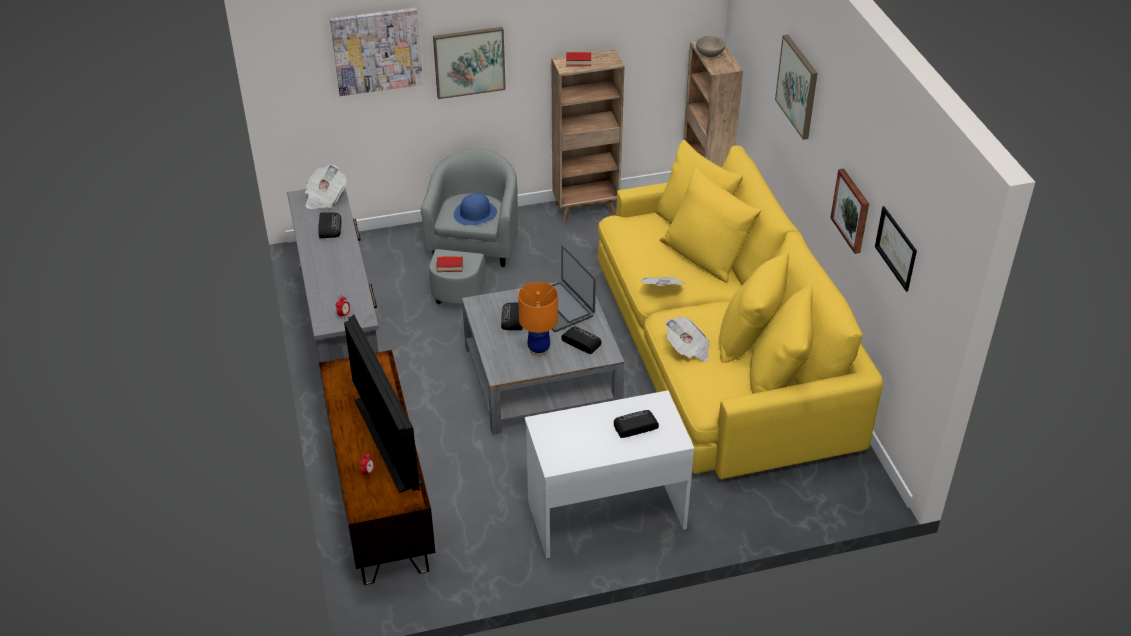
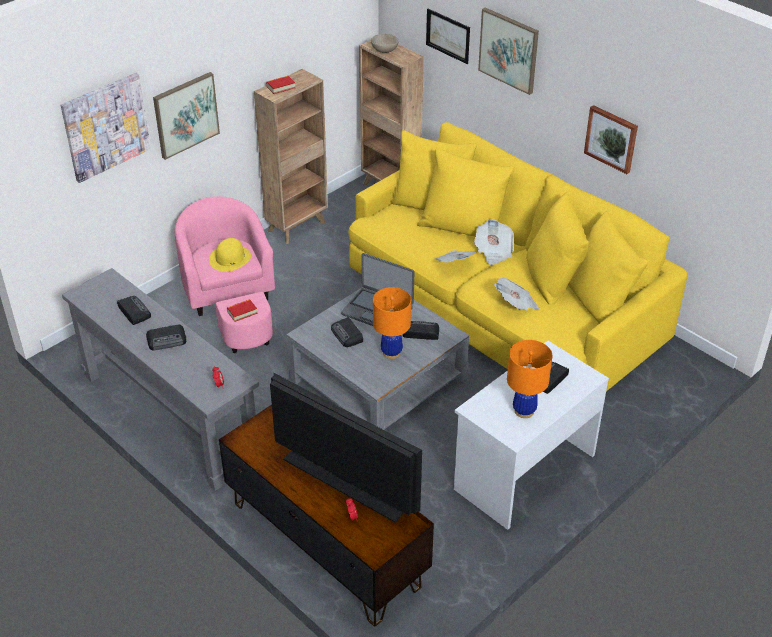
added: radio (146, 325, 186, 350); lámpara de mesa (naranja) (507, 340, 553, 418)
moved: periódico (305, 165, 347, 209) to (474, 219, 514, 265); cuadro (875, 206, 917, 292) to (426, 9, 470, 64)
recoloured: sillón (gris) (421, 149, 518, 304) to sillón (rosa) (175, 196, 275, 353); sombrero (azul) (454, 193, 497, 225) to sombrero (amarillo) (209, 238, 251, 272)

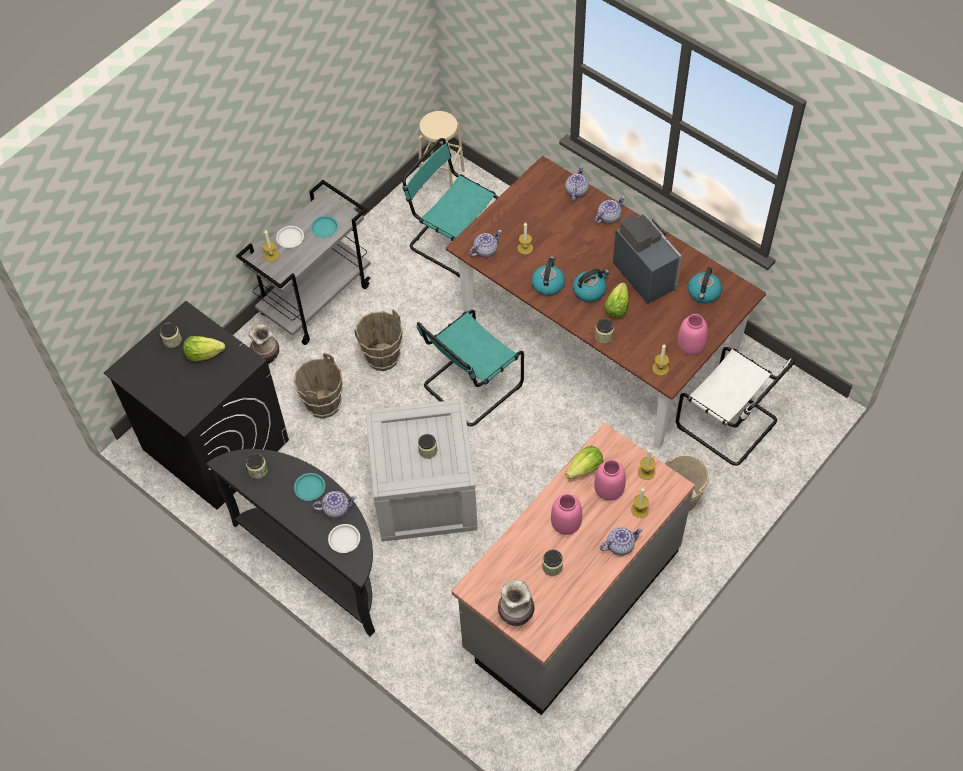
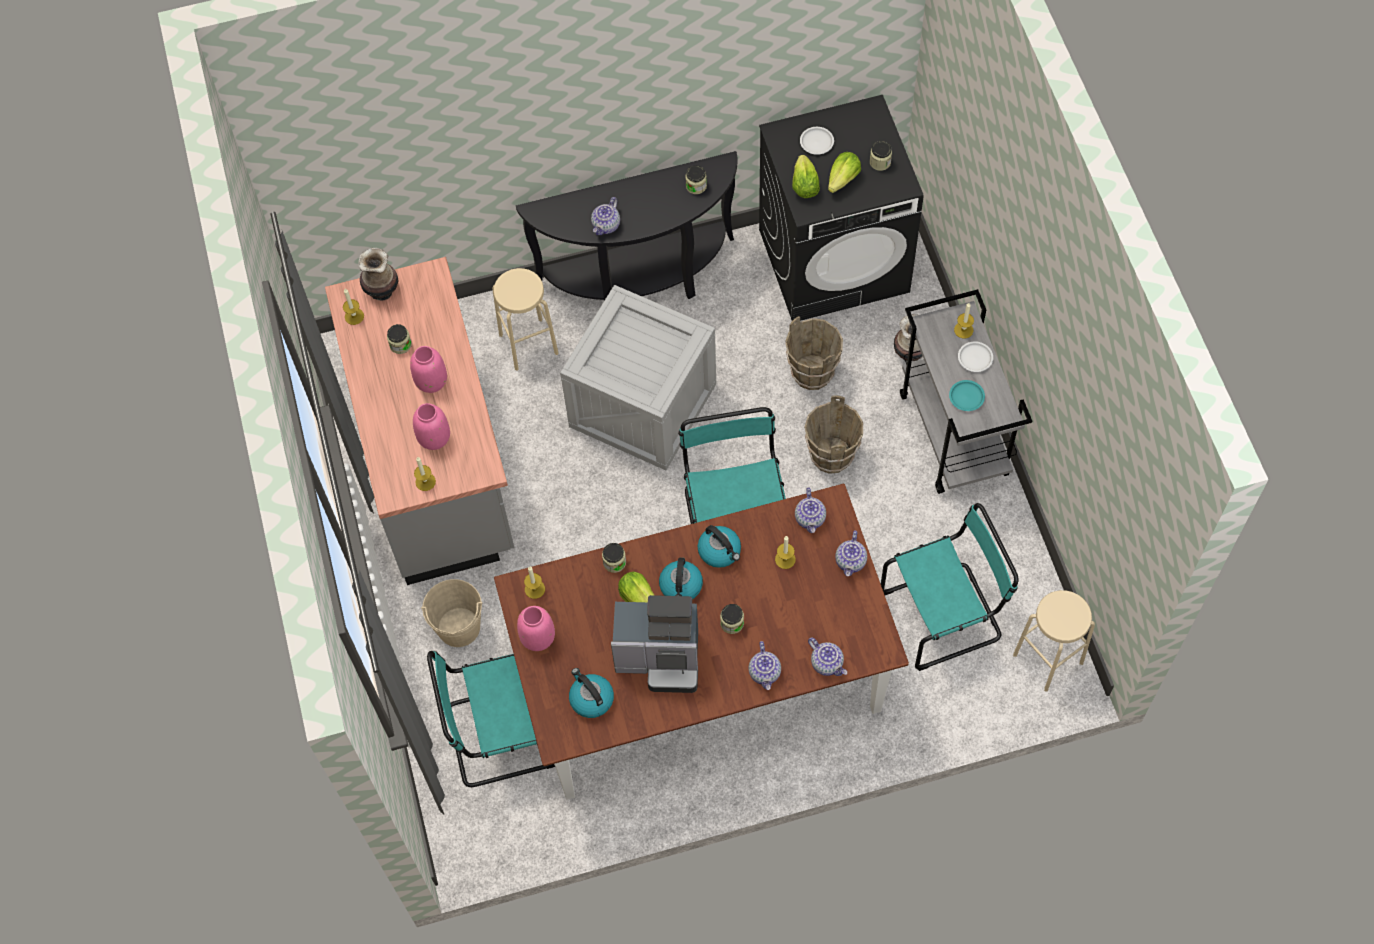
removed: plato (turquesa) (294, 473, 325, 501)
added: taburete (beis) (492, 268, 558, 371)
moved: plato (blanco) (328, 524, 360, 553) to (800, 127, 834, 155); tarro (418, 434, 437, 459) to (720, 604, 744, 634); lechuga (566, 446, 603, 479) to (792, 155, 820, 198); tetera (600, 527, 643, 556) to (835, 531, 867, 576); vela (631, 488, 649, 518) to (343, 289, 364, 325)
recoloured: silla (blanco) (676, 347, 796, 466) to silla (turquesa) (427, 651, 555, 787)

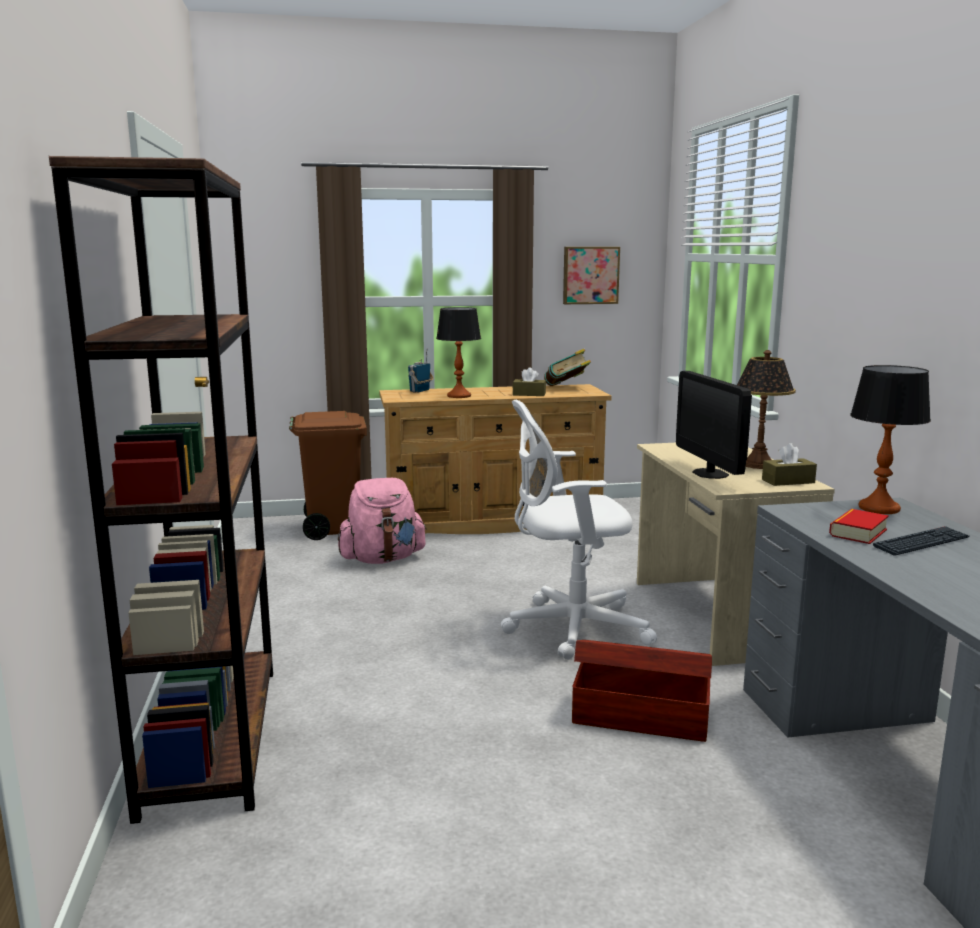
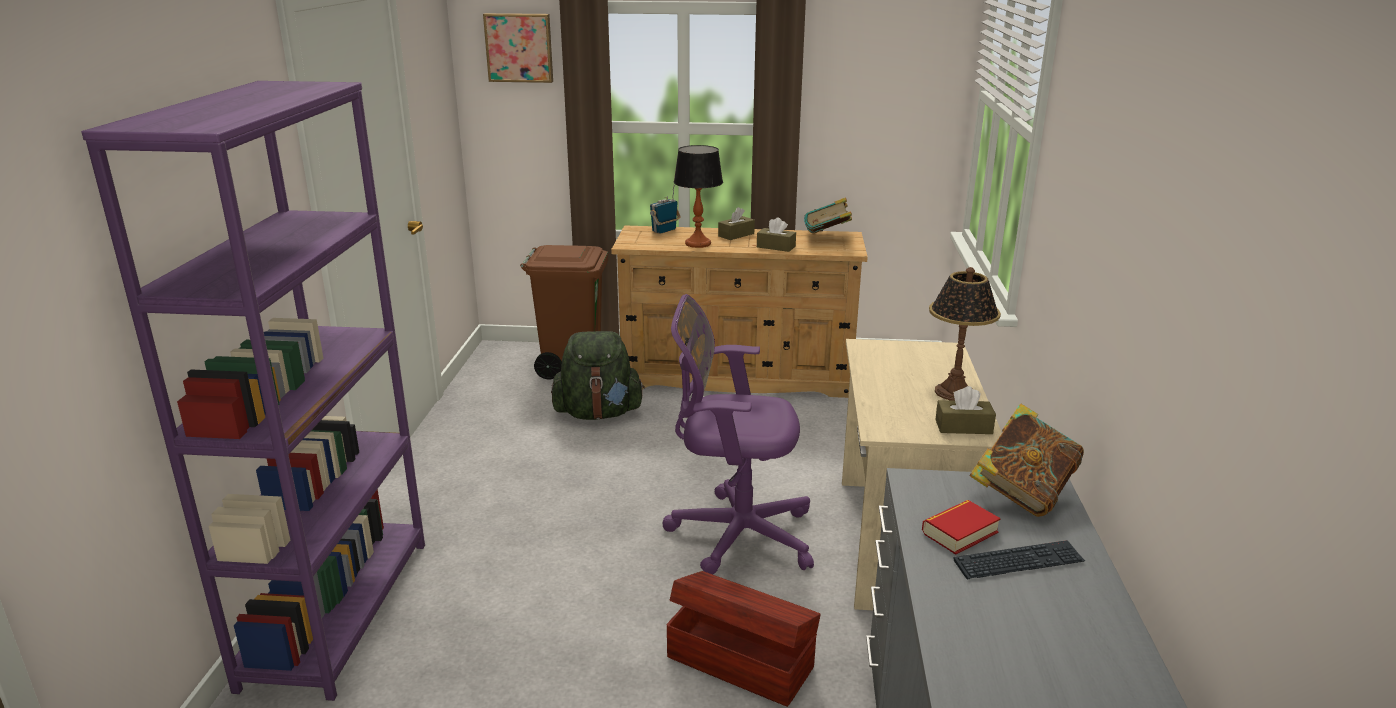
removed: monitor (676, 371, 752, 479)
added: caja de pañuelos (marrón) (718, 207, 755, 240)
moved: cuadro (563, 247, 620, 304) to (483, 13, 553, 83)
replaced: lámpara de mesa (850, 365, 931, 514) to libro (969, 403, 1084, 517)
recoloured: estantería (marrón) (49, 156, 273, 824) to estantería (morado) (81, 81, 425, 701); mochila (rosa) (338, 478, 427, 564) to mochila (verde) (551, 331, 645, 420); silla de oficina (blanco) (501, 400, 657, 660) to silla de oficina (morado) (662, 294, 814, 575)

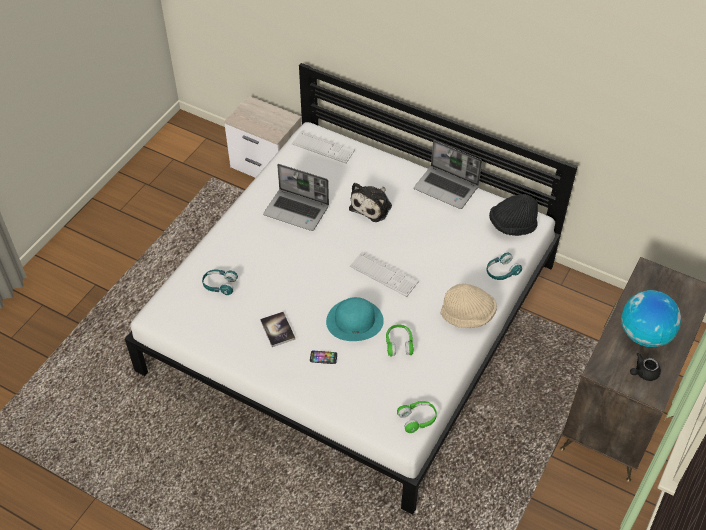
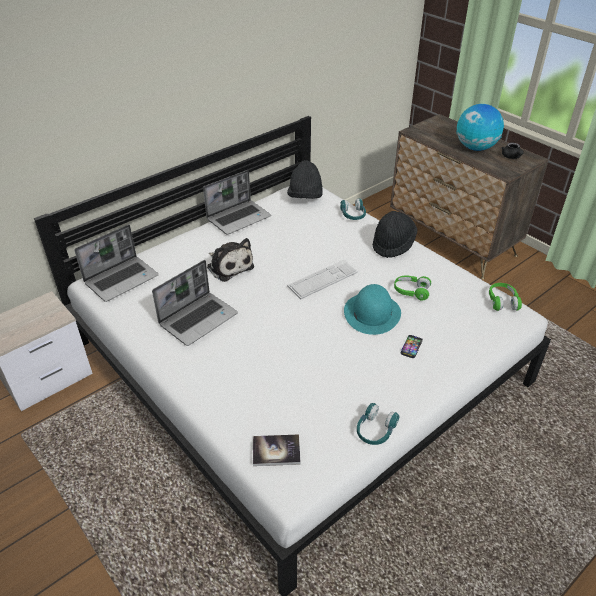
moved: auriculares (turquesa) (202, 270, 238, 295) to (357, 403, 400, 445); libro (260, 312, 295, 347) to (253, 434, 301, 466)
replaced: teclado (292, 131, 355, 163) to portátil (74, 224, 159, 302)
recoloured: sombrero (beis) (441, 284, 497, 328) to sombrero (negro) (373, 211, 417, 258)

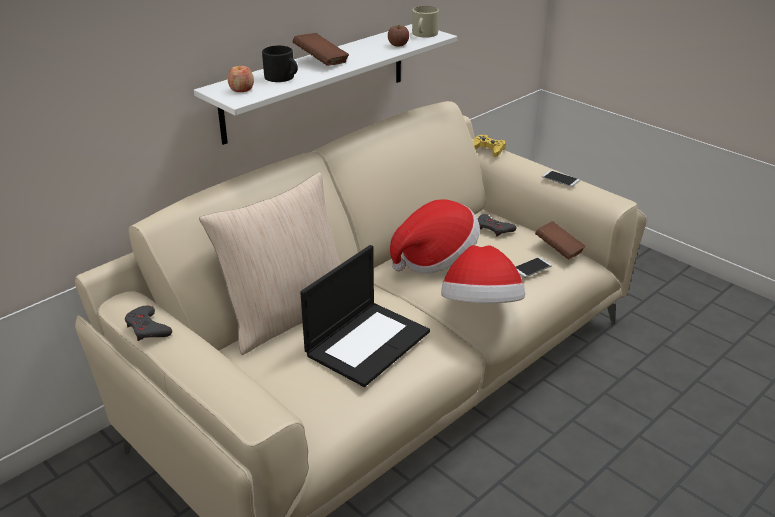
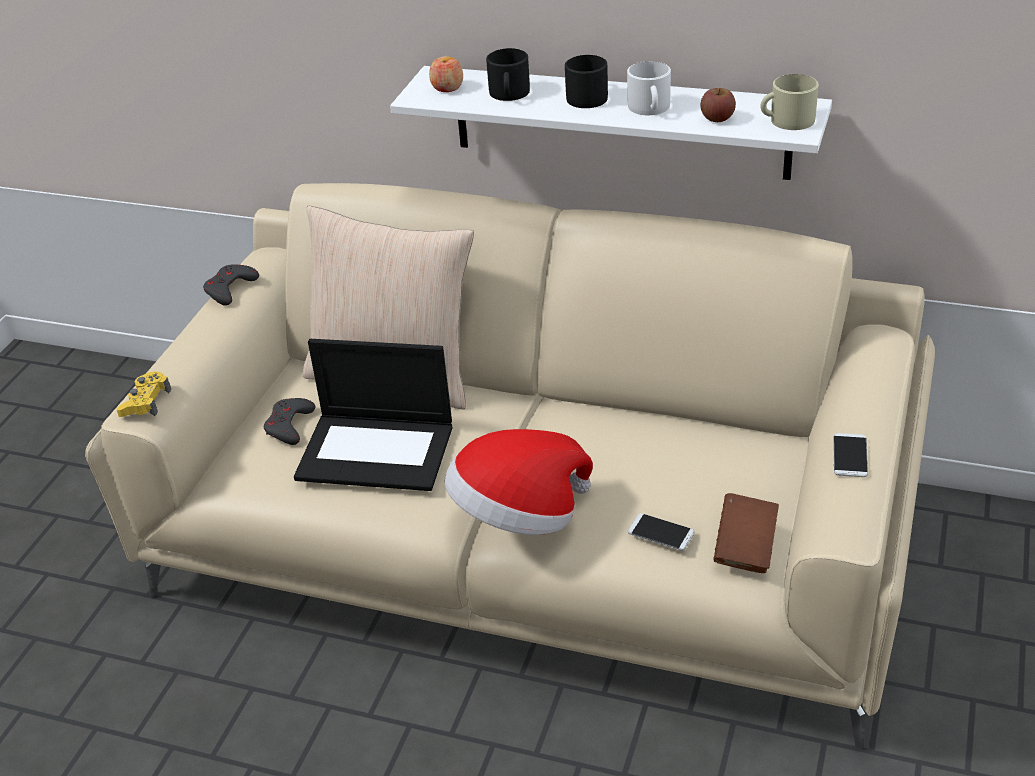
removed: sombrero (390, 199, 480, 274)
added: taza grande (blanco) (627, 61, 671, 115)
moved: mando de consola (amarillo) (473, 135, 506, 157) to (116, 372, 171, 417); mando de consola (gris) (477, 214, 516, 237) to (264, 398, 315, 445)
replaced: libro (marrón) (293, 33, 349, 66) to taza grande (negro) (565, 55, 608, 108)

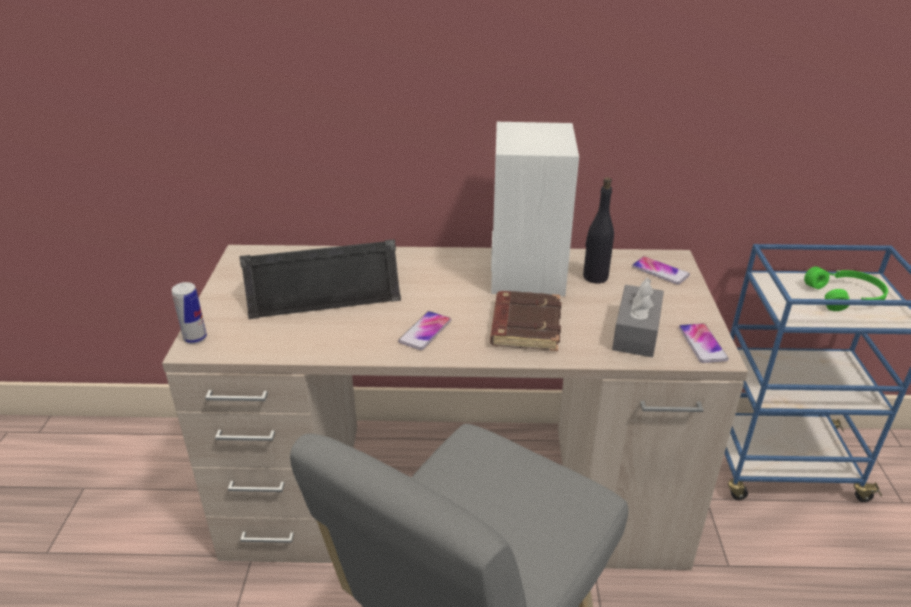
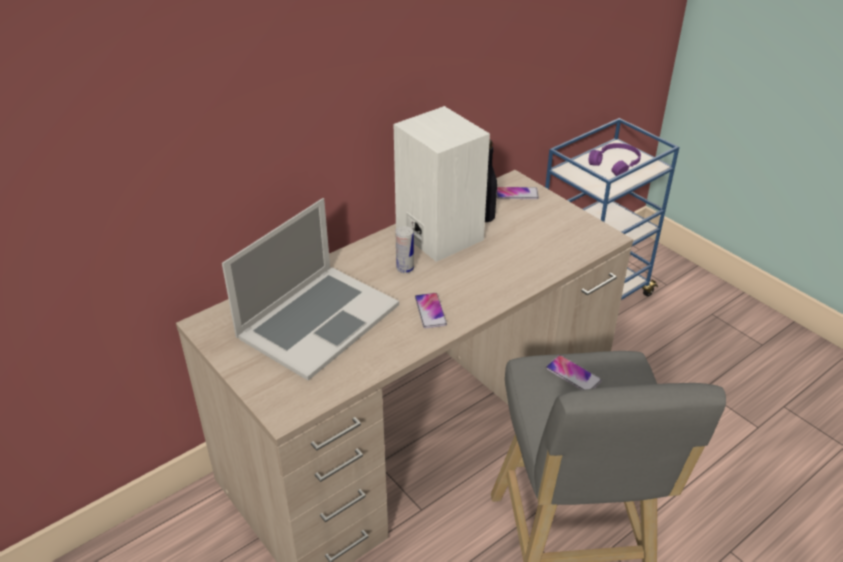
removed: libro (marrón) (490, 291, 561, 351); caja de pañuelos (gris) (612, 278, 664, 357)
moved: lata (172, 282, 207, 344) to (396, 226, 414, 273); móvil (679, 323, 729, 363) to (546, 355, 602, 390)
replaced: altavoz (negro) (239, 239, 401, 319) to portátil (222, 198, 399, 381)
recoloured: auriculares (verde) (804, 267, 888, 311) to auriculares (morado) (589, 143, 641, 176)

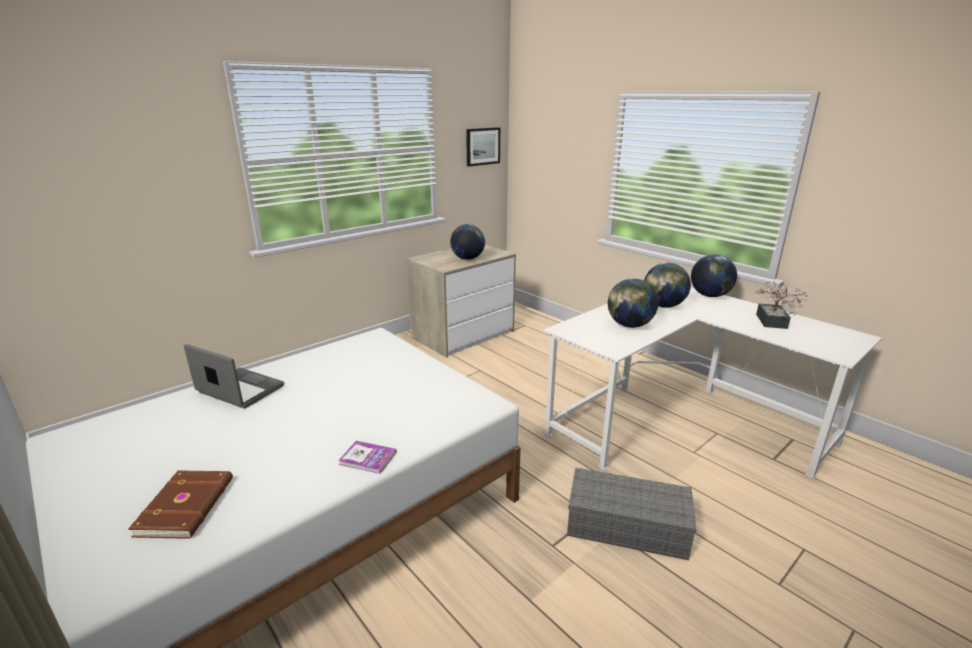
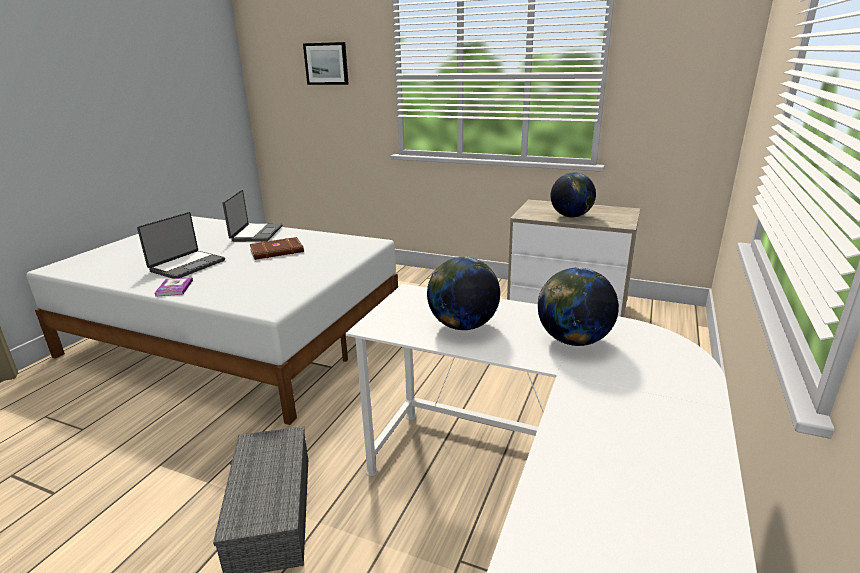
removed: globo terráqueo (691, 254, 737, 297); planta en maceta (755, 281, 809, 329)
added: portátil (137, 212, 225, 279)
moved: libro (marrón) (128, 470, 233, 539) to (250, 237, 304, 260); cuadro (466, 127, 500, 167) to (303, 42, 349, 85)

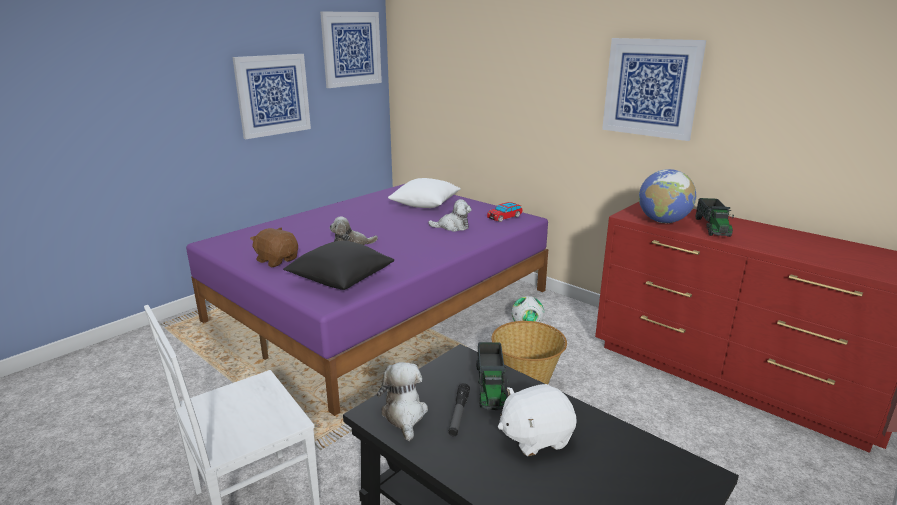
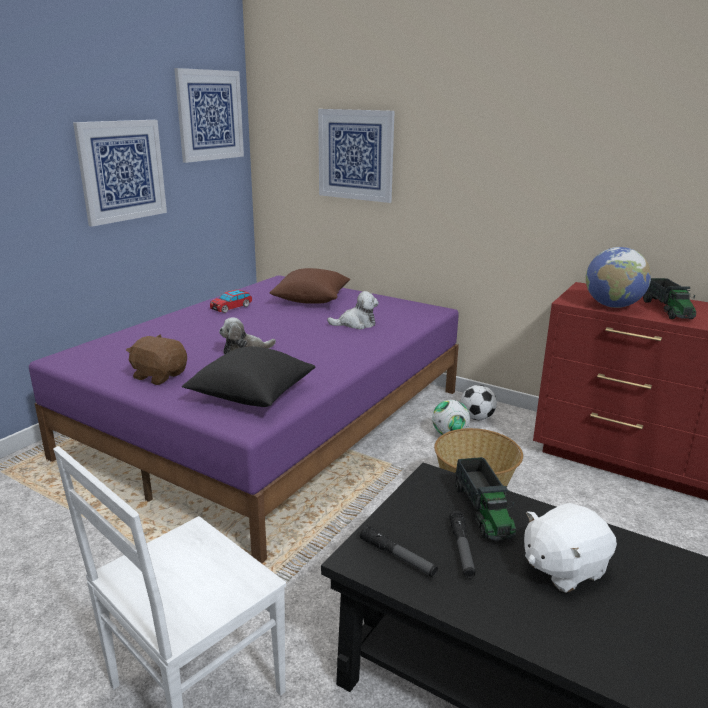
added: balón de fútbol (461, 385, 497, 420)
moved: coche de juguete (487, 202, 523, 222) to (210, 290, 252, 313); cuadro (602, 38, 706, 141) to (318, 109, 395, 203)
replaced: peluche (377, 362, 428, 441) to linterna (360, 525, 438, 577)
recoloured: cojín (blanco) (388, 178, 461, 208) to cojín (marrón) (270, 268, 350, 304)

